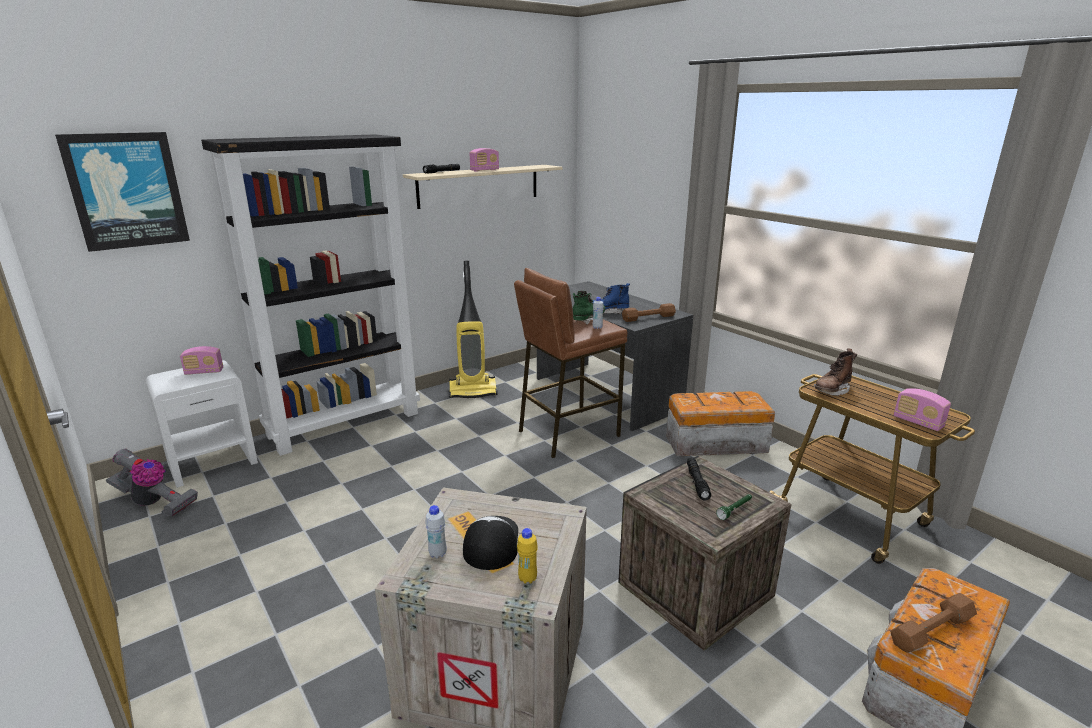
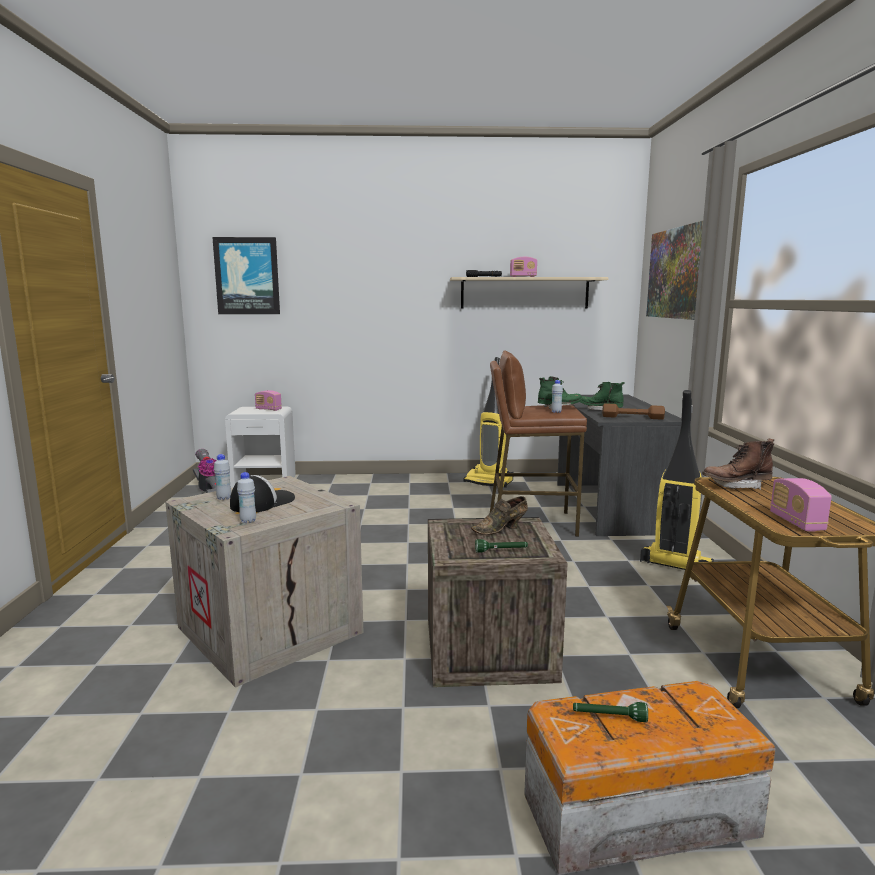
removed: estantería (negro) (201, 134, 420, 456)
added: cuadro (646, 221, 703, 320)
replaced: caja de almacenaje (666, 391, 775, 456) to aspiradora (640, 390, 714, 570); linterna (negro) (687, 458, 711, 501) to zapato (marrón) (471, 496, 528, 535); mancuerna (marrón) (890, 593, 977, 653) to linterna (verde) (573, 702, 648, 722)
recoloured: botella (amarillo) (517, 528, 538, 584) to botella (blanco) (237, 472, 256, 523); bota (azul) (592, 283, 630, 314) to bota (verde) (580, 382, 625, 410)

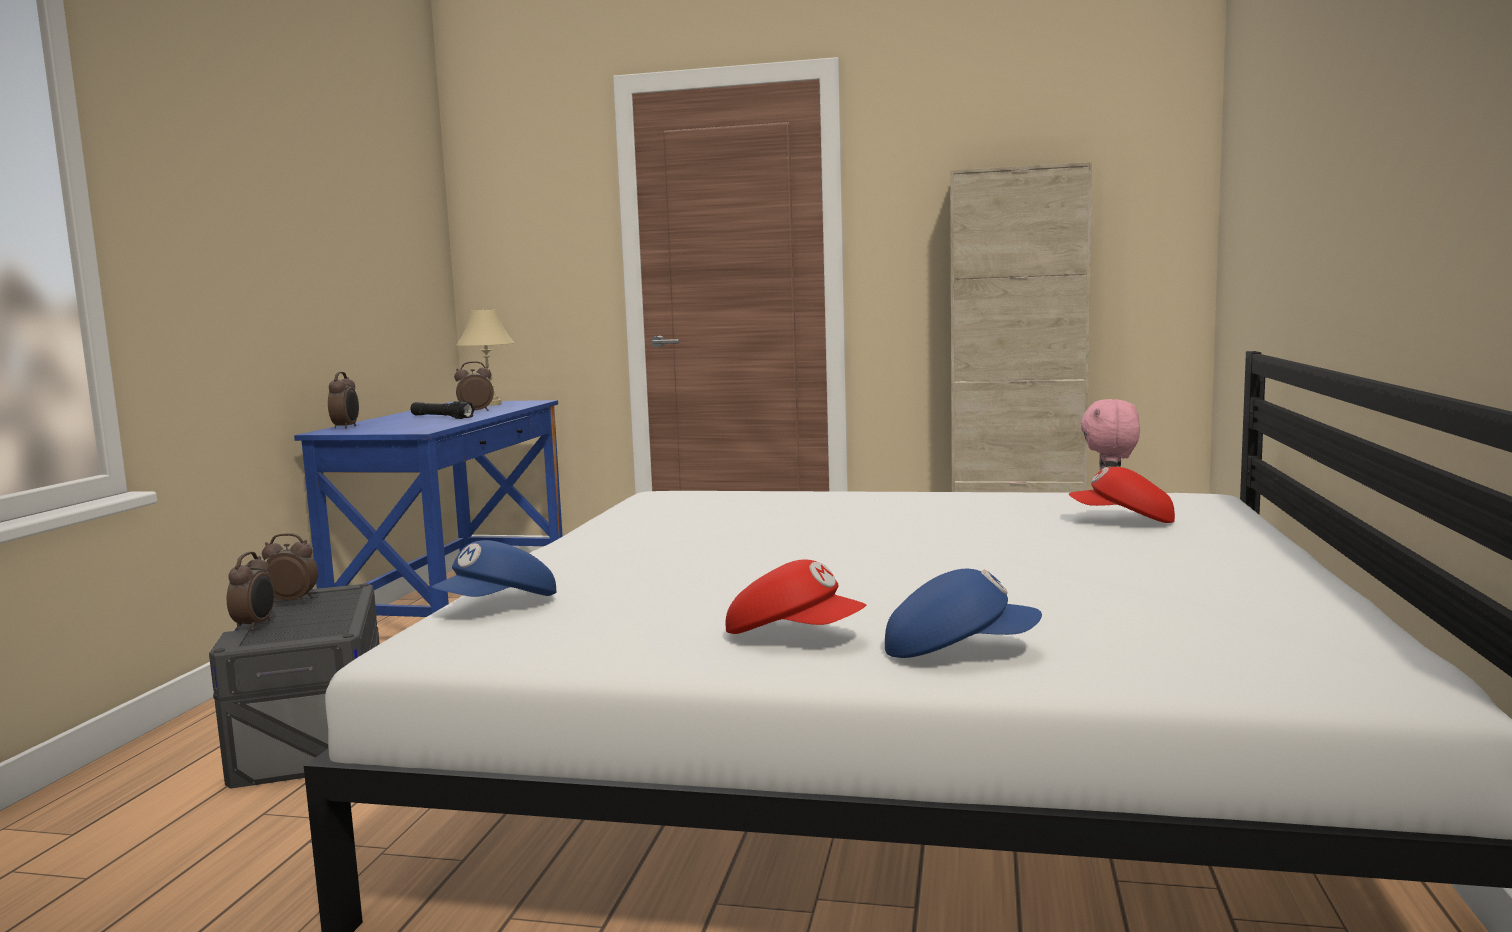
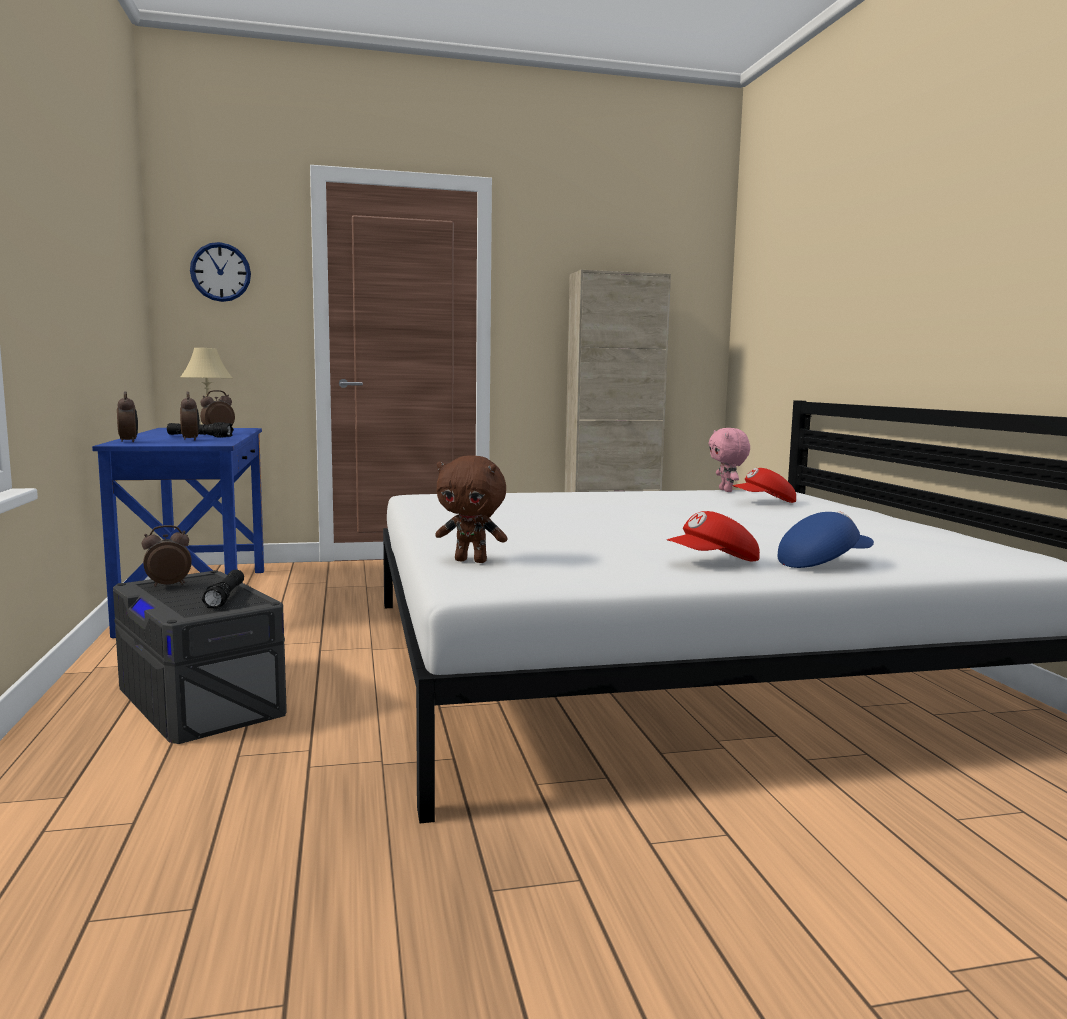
added: reloj de pared (190, 242, 251, 302); linterna (negro) (202, 570, 244, 608)
moved: despertador (227, 552, 275, 631) to (180, 392, 200, 440)
replaced: gorra (azul) (431, 540, 556, 597) to peluche (marrón) (435, 455, 508, 563)
turned: gorra (rojo) (726, 559, 866, 634) = (667, 511, 760, 562) 150 degrees clockwise

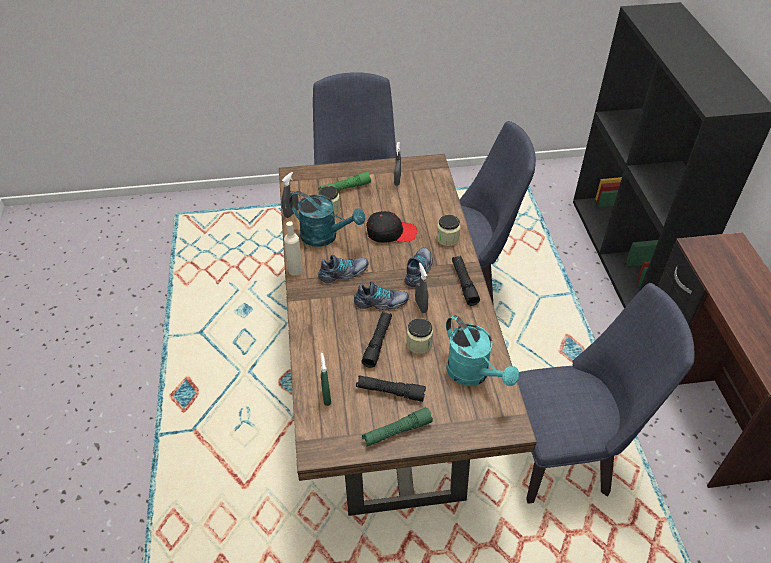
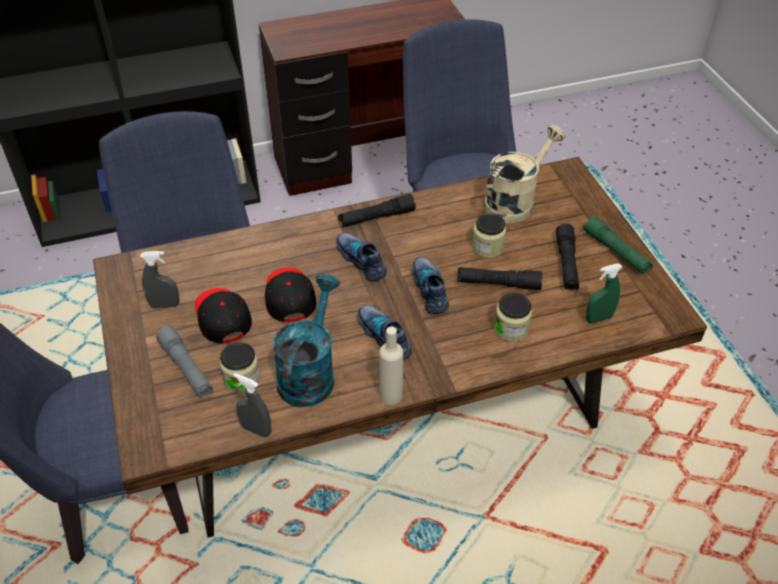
removed: pulverizador (gris) (415, 263, 429, 313)
added: gorra (negro) (195, 288, 252, 344)
moved: tarro (437, 215, 460, 246) to (494, 293, 532, 342)
recoloured: linterna (verde) (318, 172, 371, 191) to linterna (gris) (156, 326, 213, 398); regadera (turquesa) (446, 315, 519, 386) to regadera (beis) (484, 125, 566, 223)
turned: zapato (404, 247, 433, 287) = (336, 233, 387, 282) 45 degrees clockwise

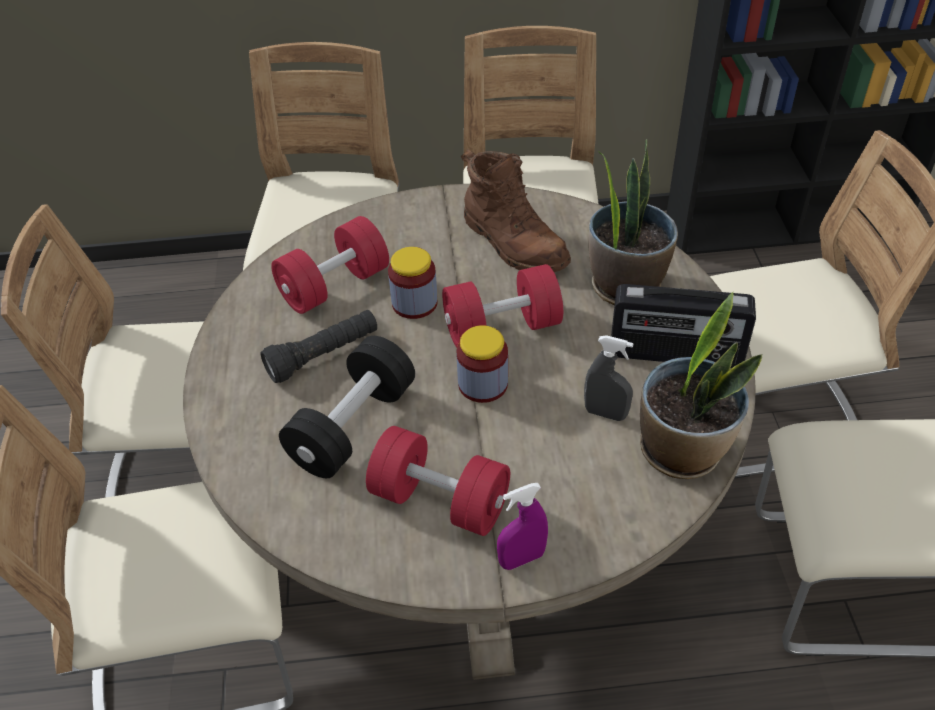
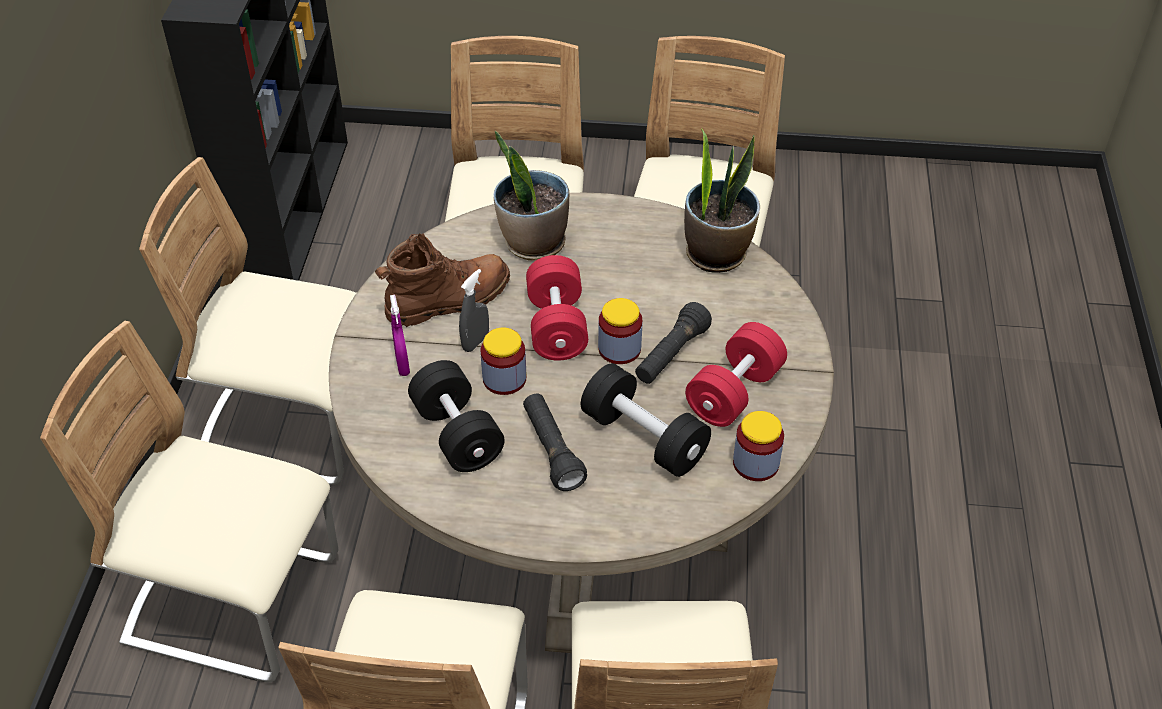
removed: radio (611, 284, 756, 368)
added: linterna (negro) (635, 302, 712, 384); tarro (733, 411, 784, 481)
moved: pulverizador (morado) (497, 483, 548, 570) to (390, 295, 410, 376); pulverizador (gris) (584, 335, 633, 421) to (459, 269, 489, 352)
recoloured: mancuerna (rojo) (271, 216, 389, 314) to mancuerna (negro) (408, 360, 504, 472)

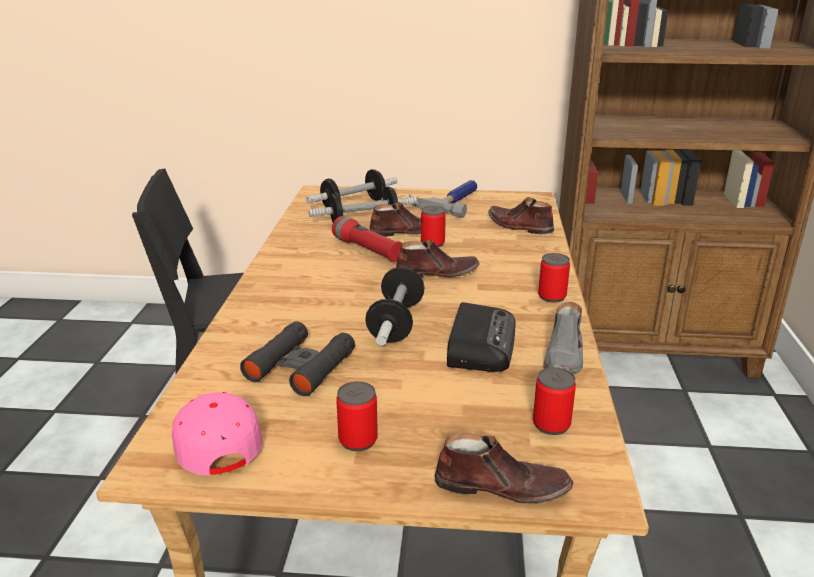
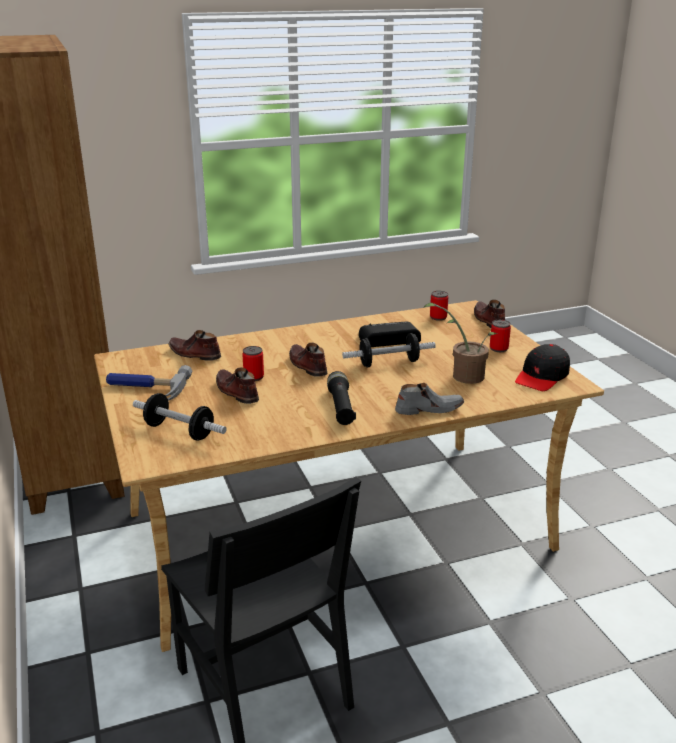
removed: mancuerna (309, 186, 417, 222); linterna (rojo) (332, 216, 403, 262); lata (538, 253, 570, 302)
added: linterna (negro) (327, 371, 356, 425)
moved: zapato (gris) (543, 302, 583, 374) to (395, 383, 464, 415)
replaced: prismáticos (negro) (240, 321, 355, 396) to planta en maceta (423, 303, 497, 384)
recoloured: gorra (rosa) (172, 392, 262, 475) to gorra (negro) (515, 344, 570, 391)
turned: zapato (marrón) (488, 197, 554, 234) = (168, 330, 221, 361) 105 degrees clockwise

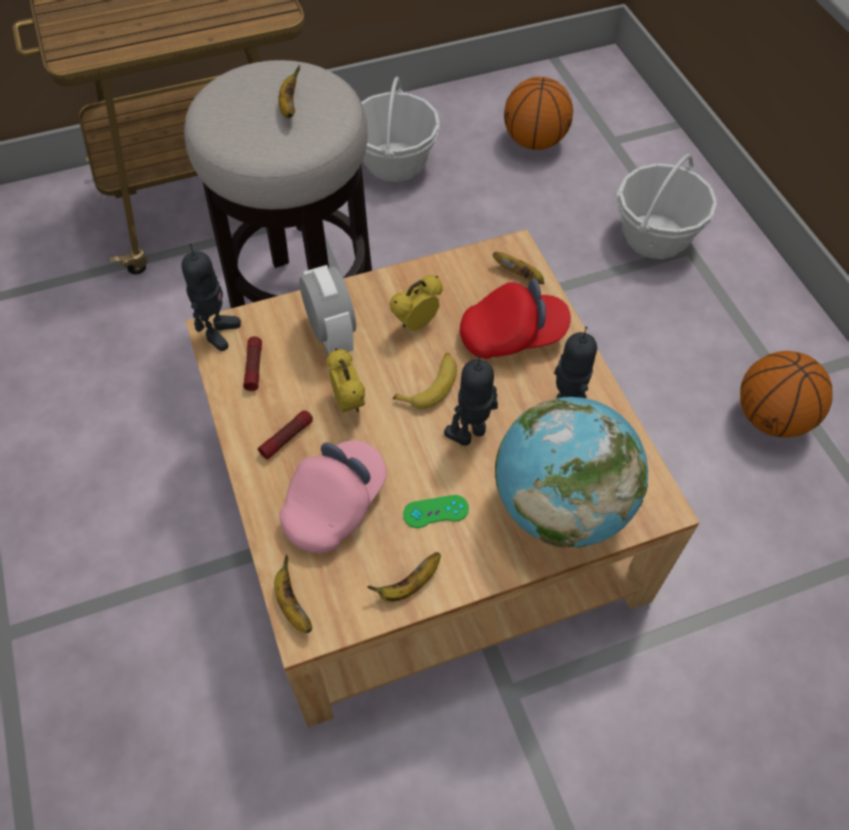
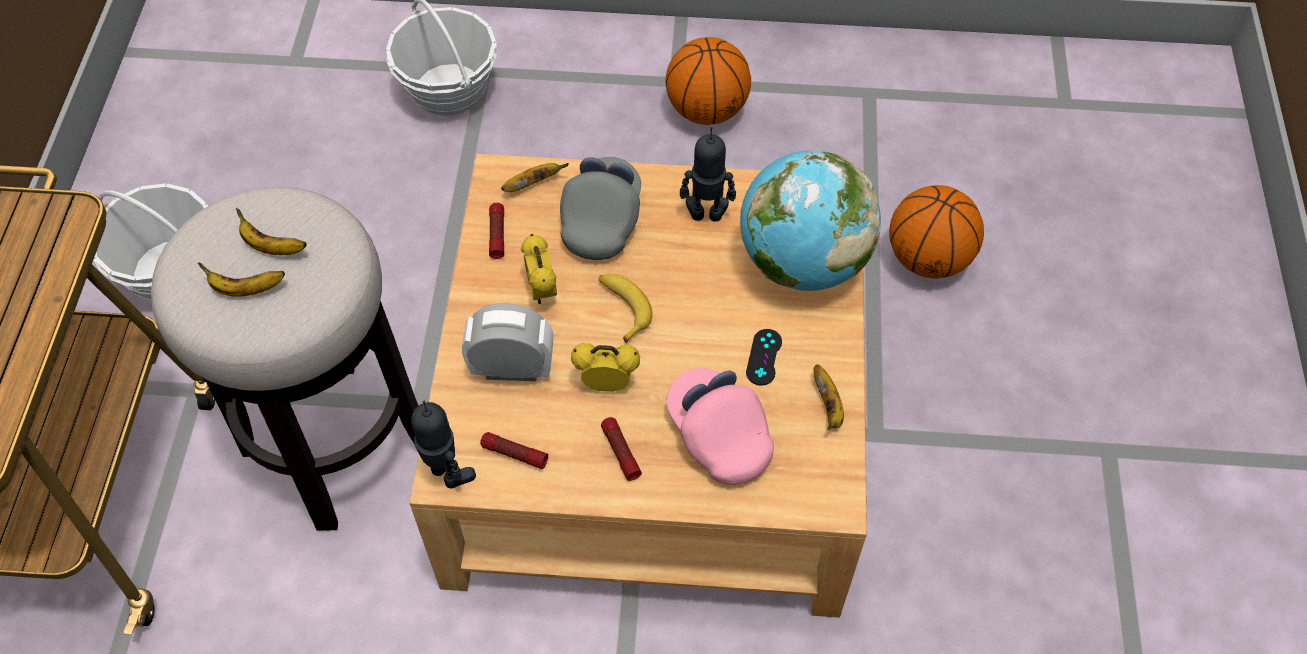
removed: robot de juguete (444, 354, 498, 446)
added: linterna (489, 203, 504, 259)
moved: plátano (274, 555, 312, 633) to (198, 263, 285, 297); balón de baloncesto (504, 76, 573, 150) to (889, 185, 984, 279)
recoloured: mando de consola (verde) (403, 495, 469, 528) to mando de consola (negro) (746, 329, 782, 386); gorra (rojo) (460, 278, 571, 359) to gorra (gris) (560, 157, 641, 260)

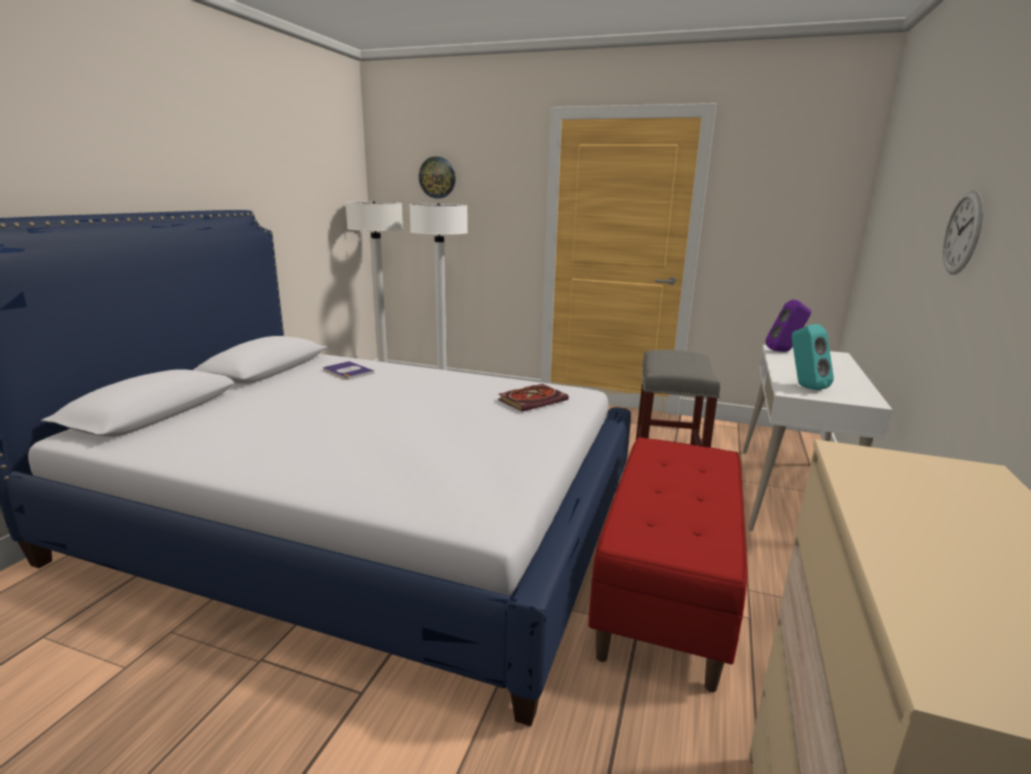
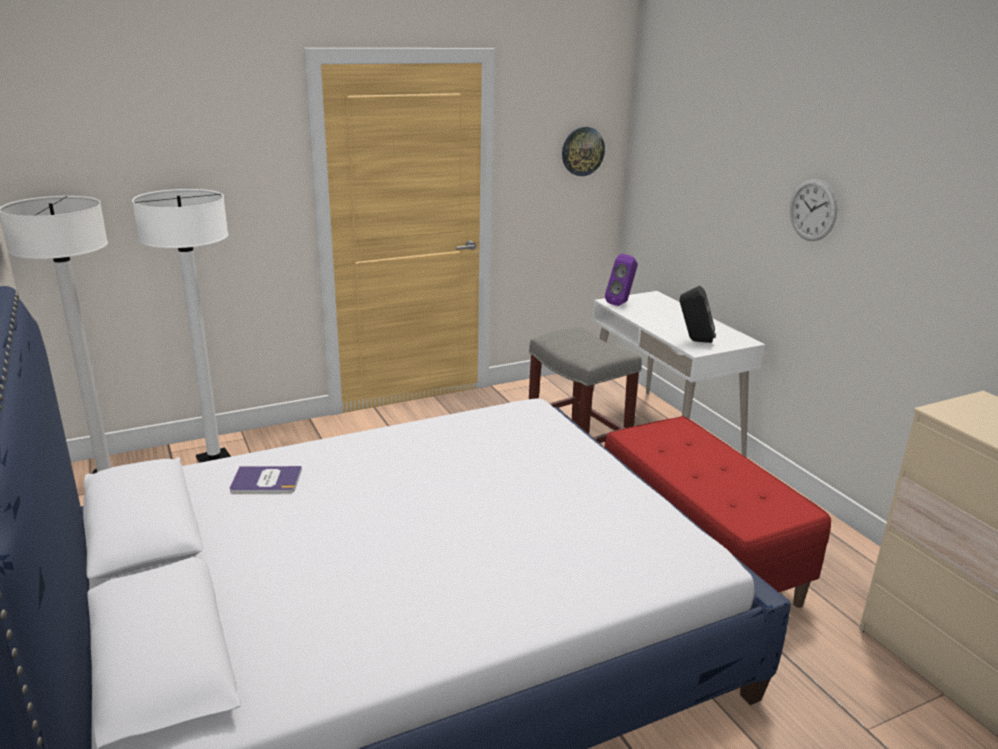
removed: libro (498, 384, 569, 412)
moved: reloj de pared (419, 157, 456, 198) to (562, 127, 605, 176)
recoloured: altavoz (turquesa) (792, 324, 834, 390) to altavoz (negro) (680, 286, 716, 343)

